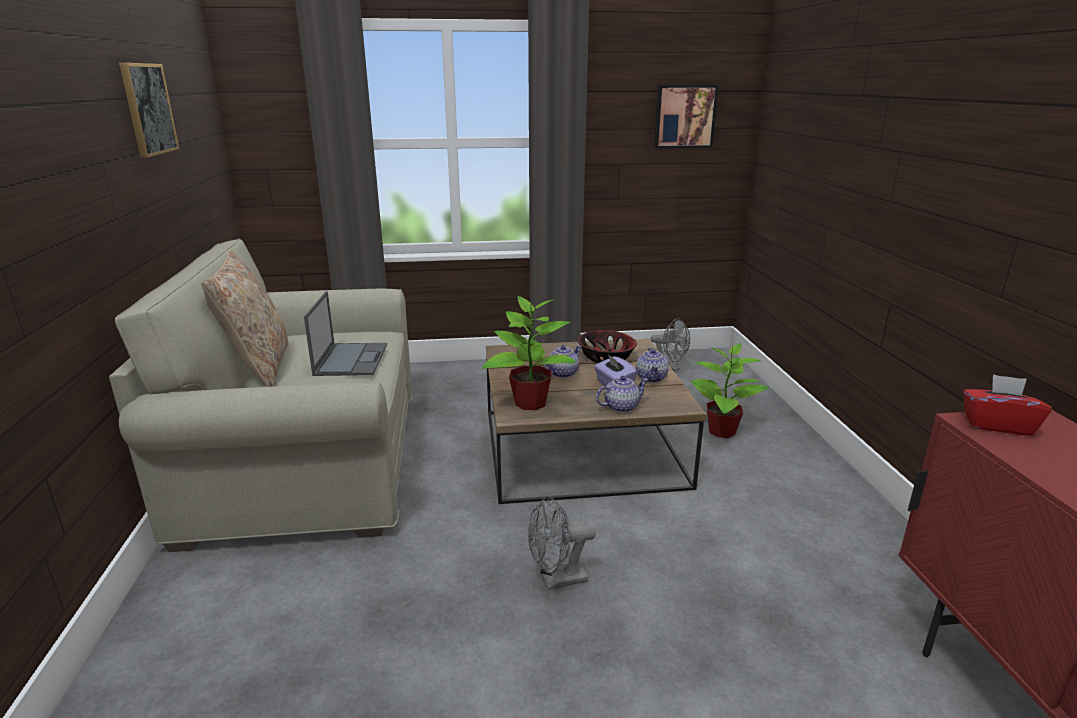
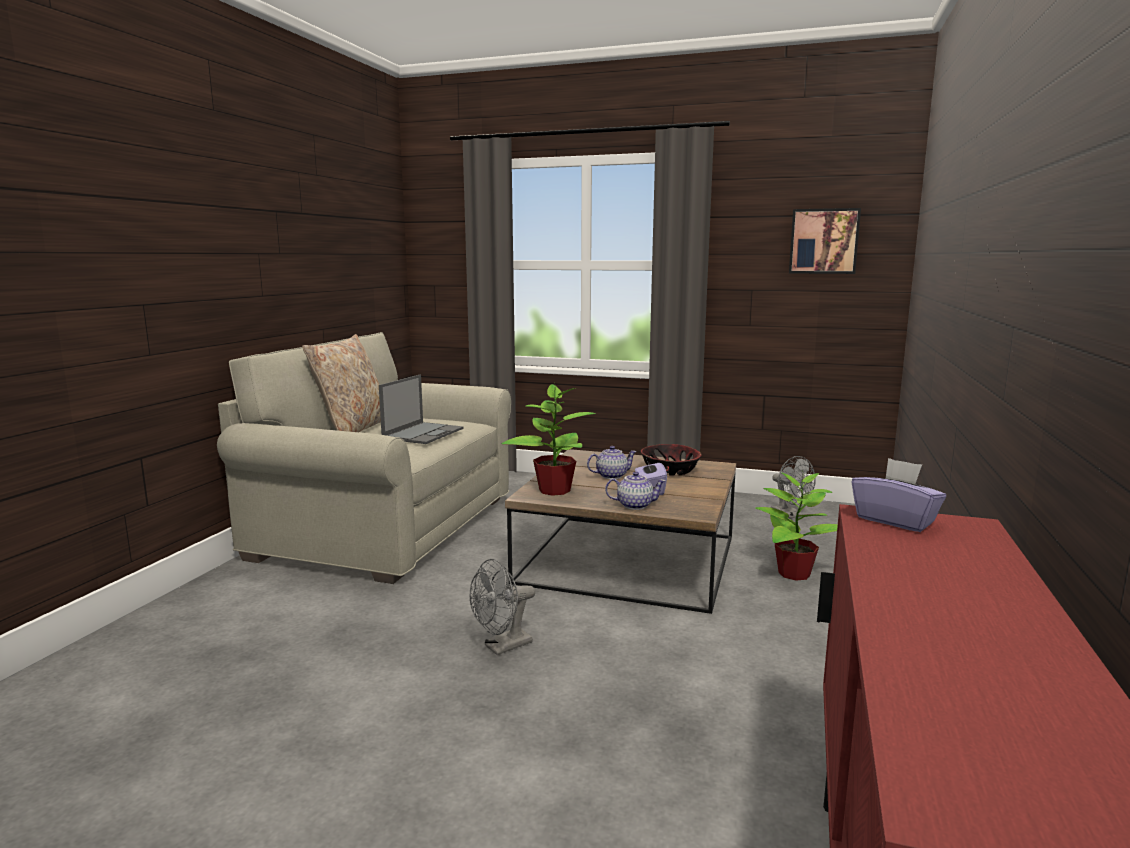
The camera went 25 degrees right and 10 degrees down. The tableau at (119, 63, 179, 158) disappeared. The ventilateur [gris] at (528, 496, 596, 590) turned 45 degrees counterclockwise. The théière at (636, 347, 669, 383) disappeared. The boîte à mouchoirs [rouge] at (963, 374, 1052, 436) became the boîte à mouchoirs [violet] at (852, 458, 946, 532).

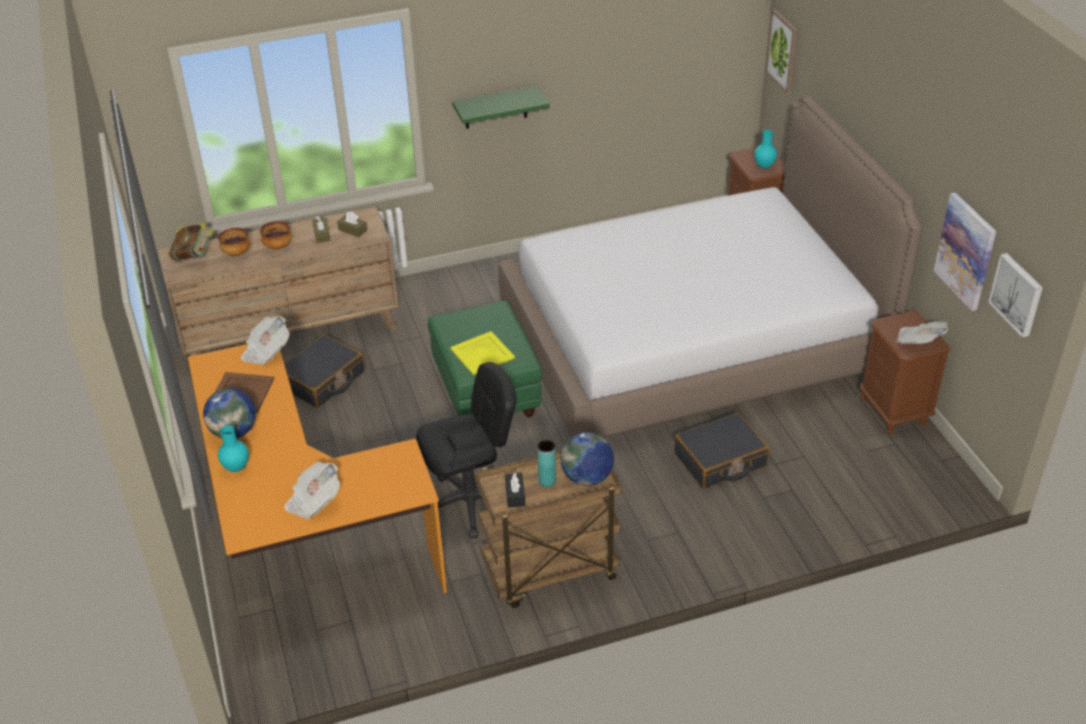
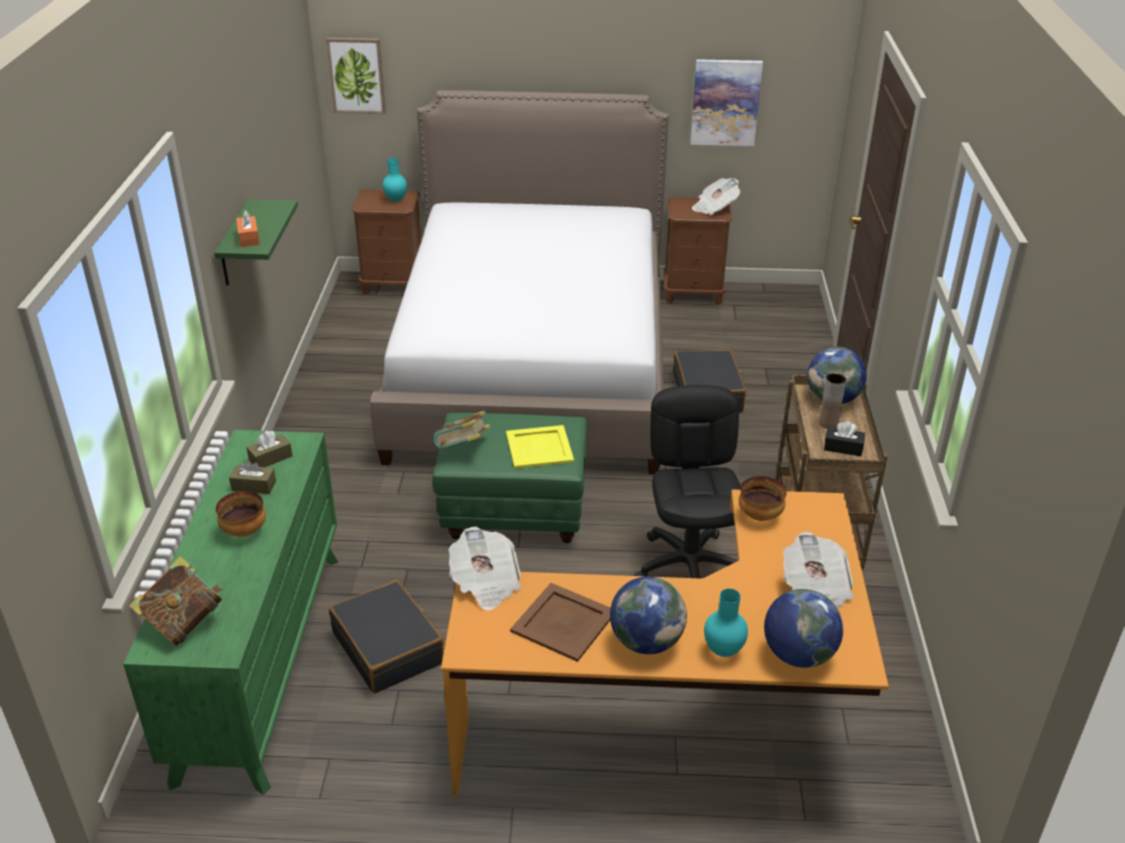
The camera went 70 degrees left and 5 degrees down. The commode [marron] at (159, 207, 399, 356) became the commode [vert] at (123, 430, 339, 795). The bol moved from (218, 228, 250, 256) to (739, 476, 786, 521). The vase [turquoise] at (537, 440, 556, 487) became the vase [marron] at (819, 373, 846, 429). The tableau at (988, 253, 1043, 338) disappeared. The boîte à mouchoirs [orange] at (236, 210, 260, 247) appeared. The livre at (434, 411, 490, 449) appeared. The globe at (764, 589, 843, 668) appeared.

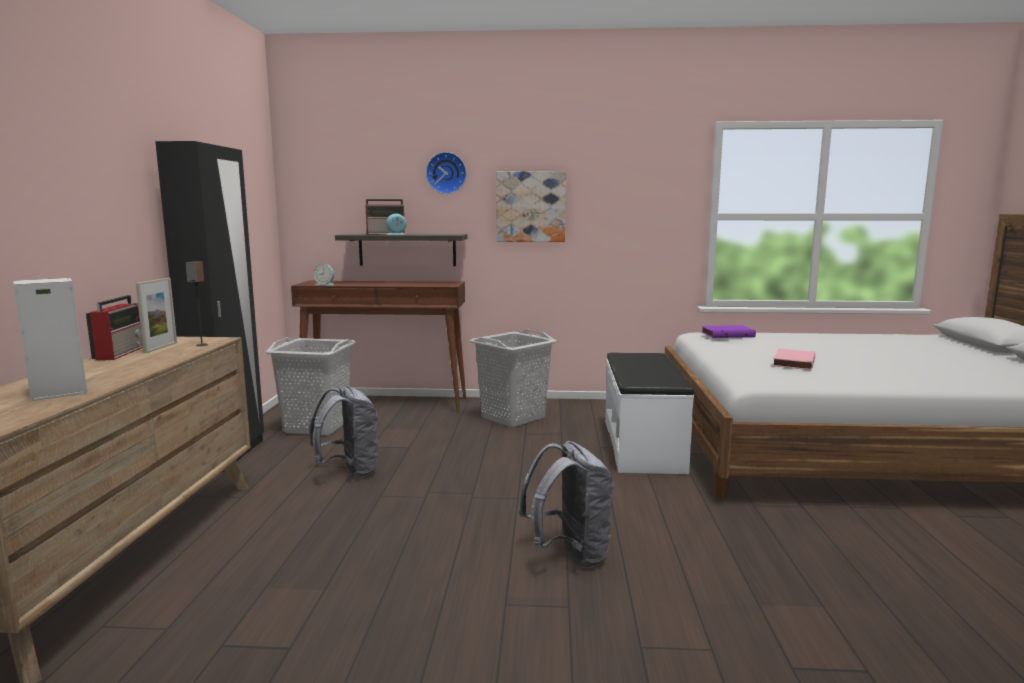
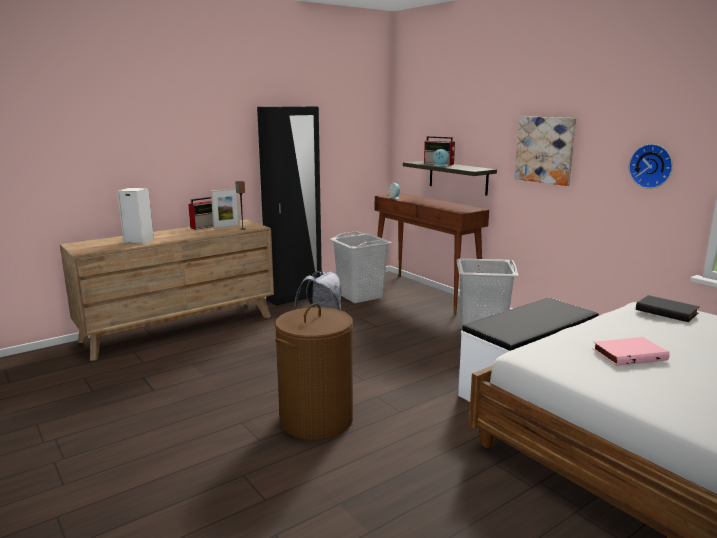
The camera went 50 degrees right and 5 degrees up. The horloge murale moved from (426, 152, 467, 194) to (629, 144, 673, 189). The sac à dos [gris] at (519, 441, 613, 568) was replaced by the panier à linge [marron] at (275, 303, 353, 440). The livre [violet] at (701, 325, 756, 338) became the livre [noir] at (636, 295, 700, 322).

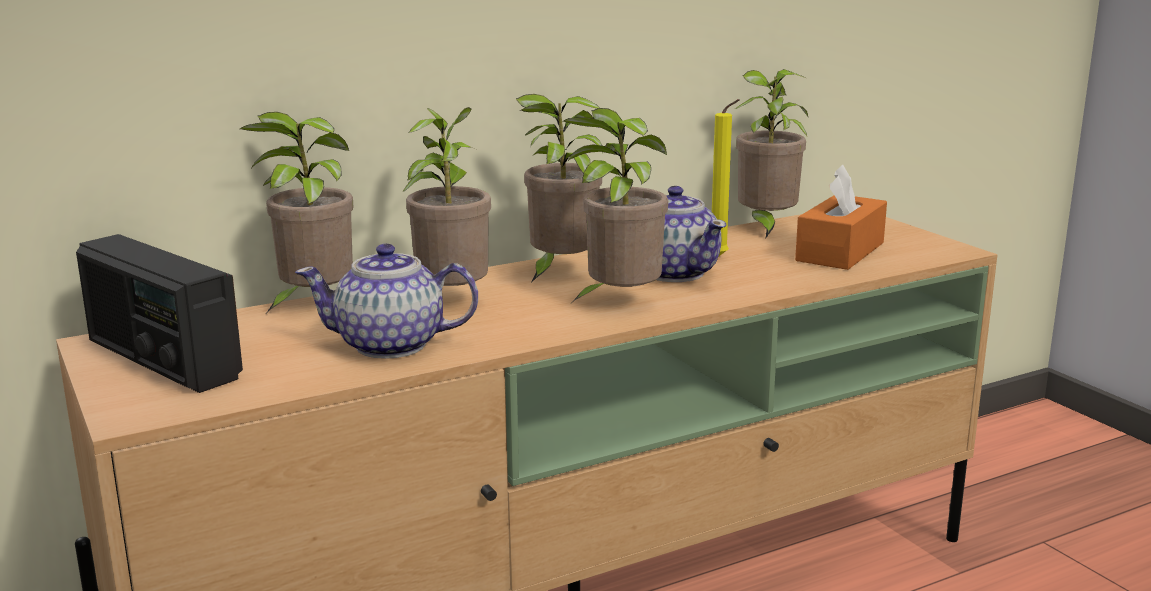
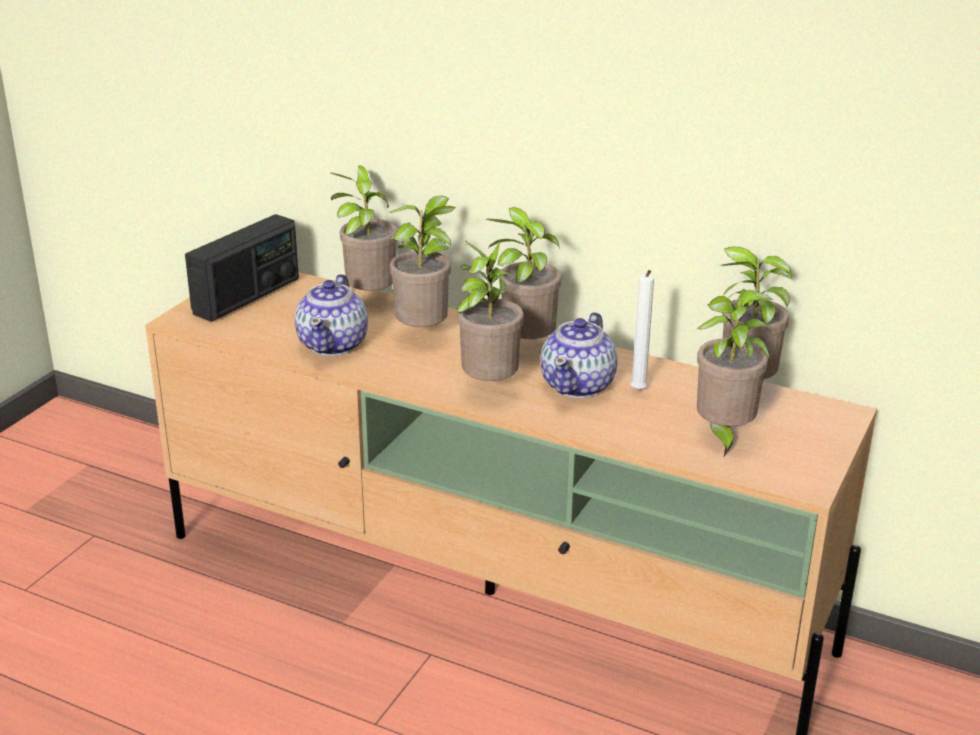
The camera went 55 degrees right and 10 degrees up. The radio at (76, 234, 243, 393) turned 150 degrees counterclockwise. The théière at (295, 244, 478, 359) turned 135 degrees counterclockwise. The bougie [jaune] at (712, 99, 740, 256) became the bougie [blanc] at (630, 270, 654, 391). The boîte à mouchoirs [orange] at (795, 165, 887, 270) was replaced by the plante en pot at (697, 290, 773, 456).

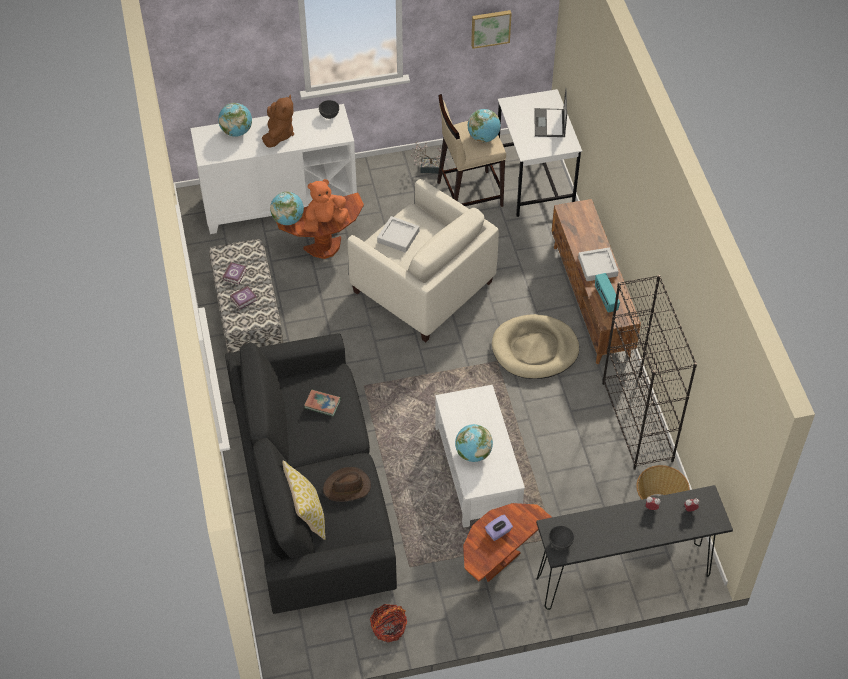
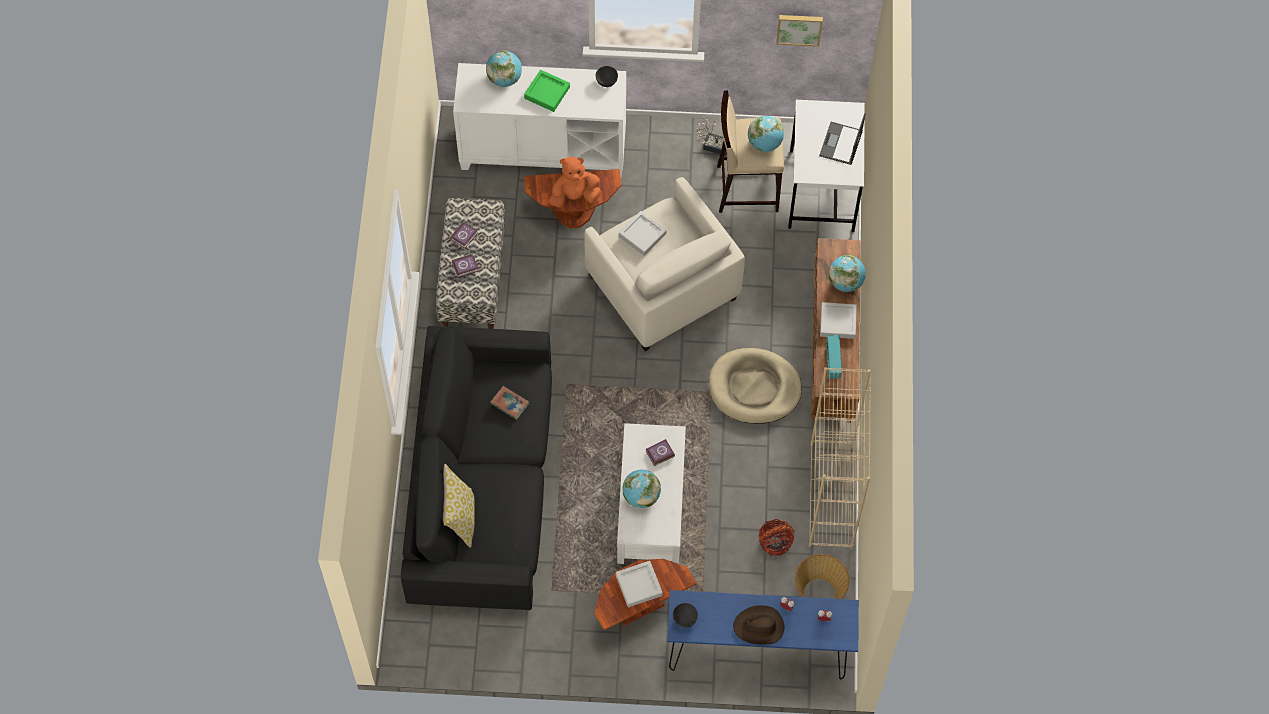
The camera went 15 degrees right and 10 degrees up. The peluche [marron] at (262, 95, 294, 148) was replaced by the plateau [vert] at (524, 70, 570, 112). The globe moved from (270, 192, 304, 225) to (829, 255, 866, 292). The chapeau [marron] moved from (323, 467, 371, 502) to (733, 605, 785, 645). The panier moved from (370, 604, 407, 643) to (759, 519, 795, 556). The boîte à mouchoirs [violet] at (485, 515, 513, 541) was replaced by the plateau [gris] at (616, 561, 663, 607). The table console [noir] at (536, 485, 733, 610) became the table console [bleu] at (667, 590, 859, 680). The bibliothèque [noir] at (602, 275, 697, 470) became the bibliothèque [beige] at (809, 367, 871, 550). The livre at (646, 439, 675, 466) appeared.

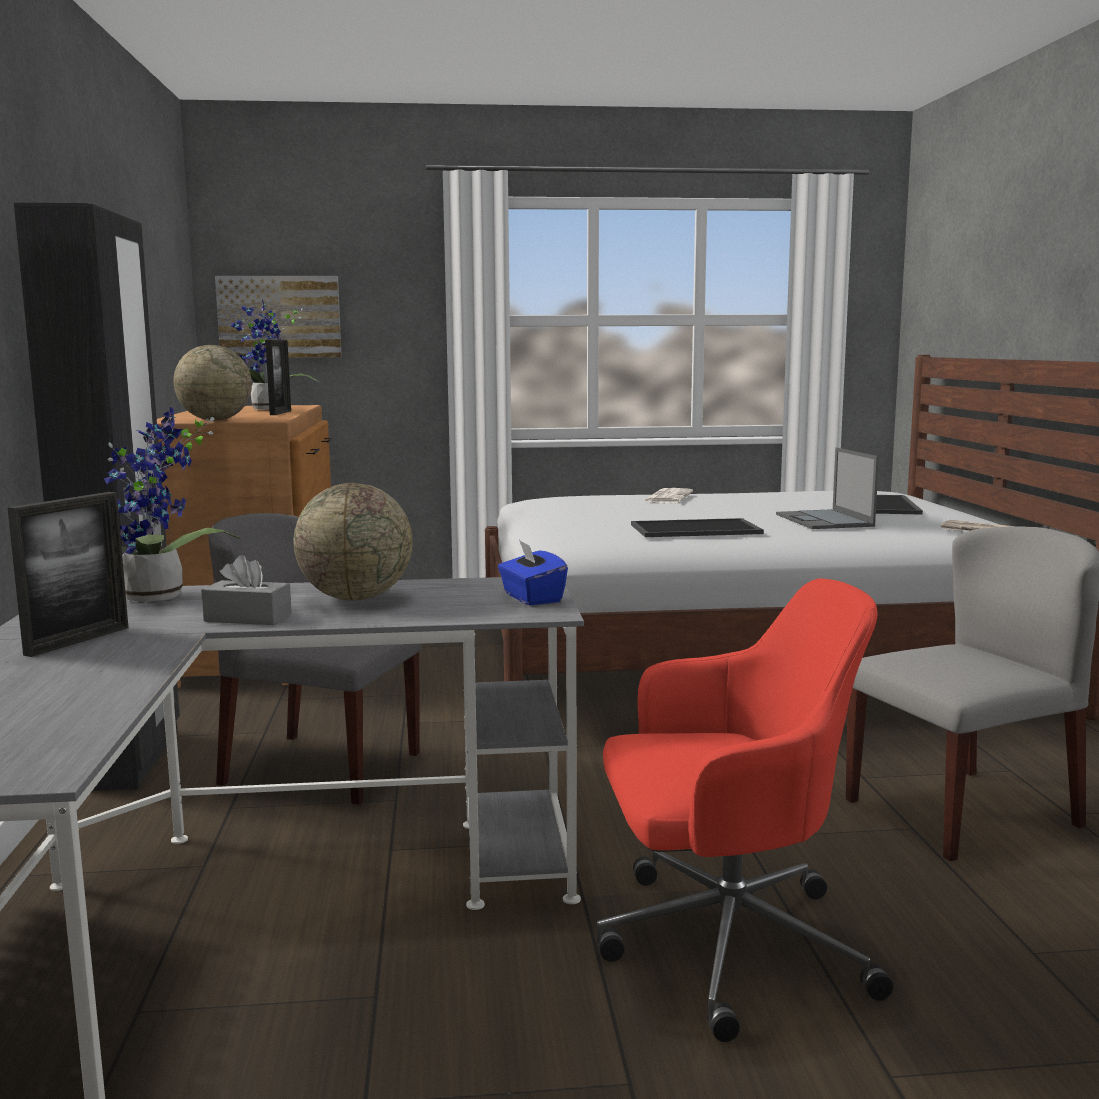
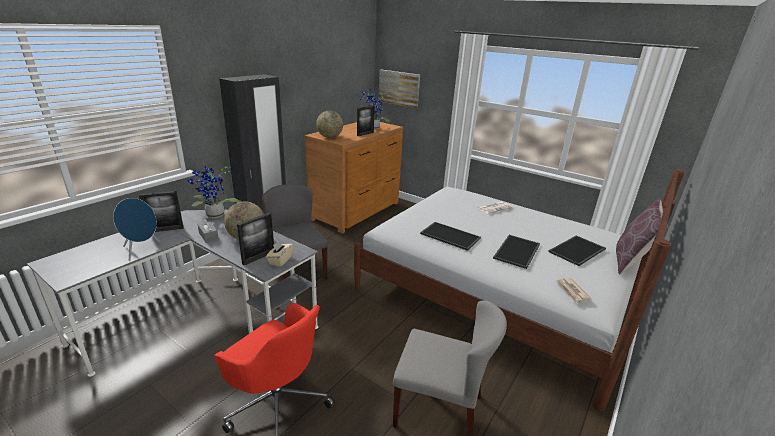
The camera went 40 degrees right and 15 degrees up. The boîte à mouchoirs [bleu] at (498, 540, 568, 605) became the boîte à mouchoirs [beige] at (266, 240, 293, 267). The ordinateur portable at (776, 448, 879, 529) was replaced by the plateau at (493, 235, 540, 269). The enceinte [bleu] at (113, 198, 160, 261) appeared. The cadre photo at (237, 213, 274, 265) appeared. The coussin [marron] at (616, 199, 668, 274) appeared.

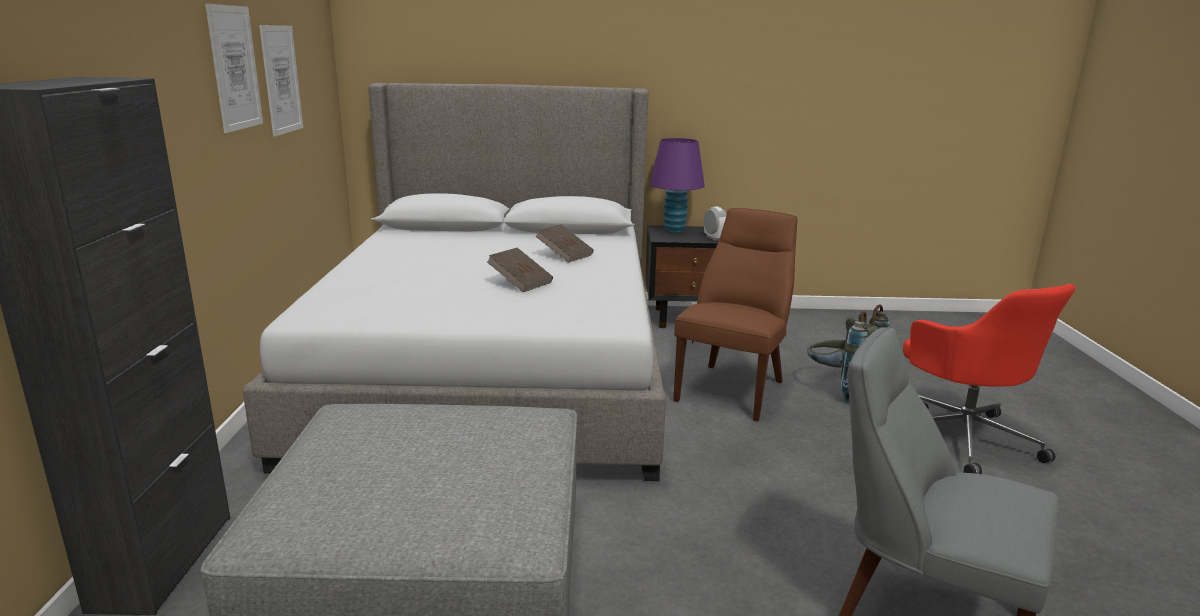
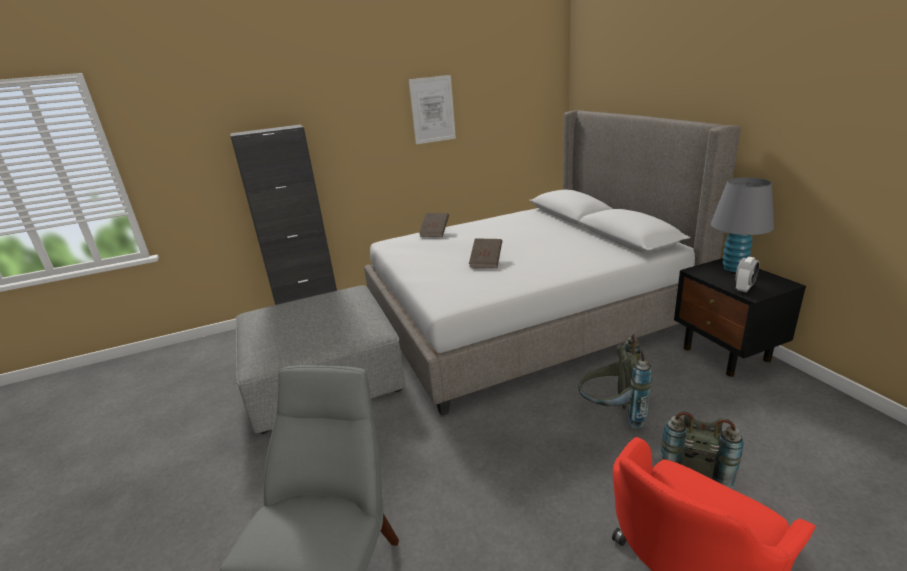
The camera went 70 degrees right and 5 degrees up. The tableau at (259, 25, 303, 136) disappeared. The livre [marron] moved from (535, 224, 594, 263) to (419, 213, 449, 237). The lampe de table [violet] at (649, 138, 705, 233) became the lampe de table [gris] at (711, 177, 774, 272). The chaise [marron] at (673, 208, 797, 422) was replaced by the sac à dos [gris] at (578, 334, 652, 429).

